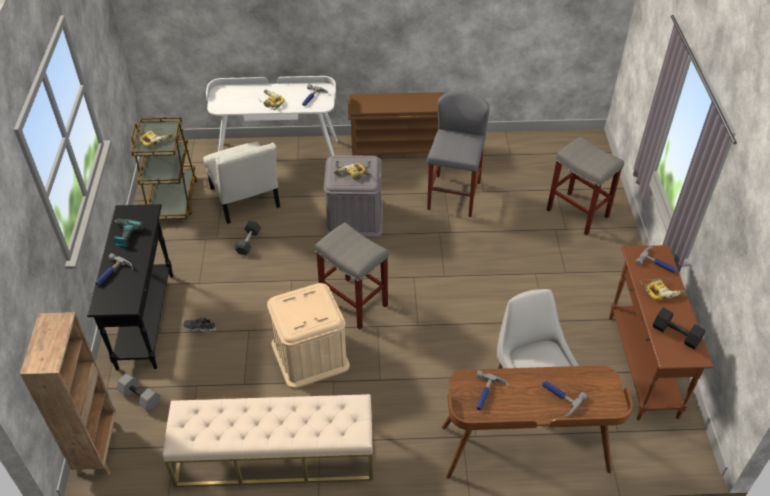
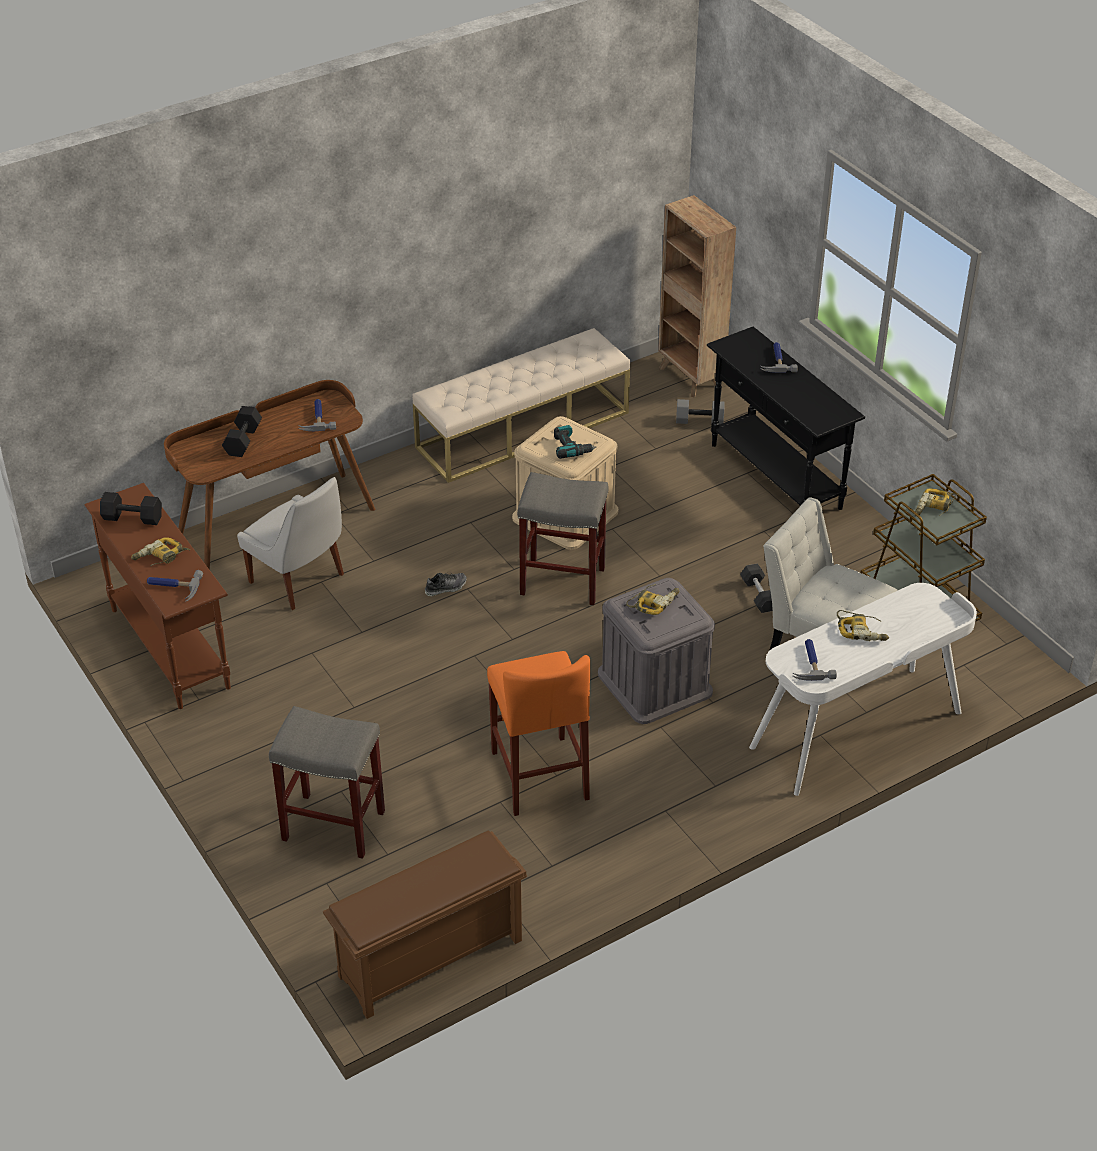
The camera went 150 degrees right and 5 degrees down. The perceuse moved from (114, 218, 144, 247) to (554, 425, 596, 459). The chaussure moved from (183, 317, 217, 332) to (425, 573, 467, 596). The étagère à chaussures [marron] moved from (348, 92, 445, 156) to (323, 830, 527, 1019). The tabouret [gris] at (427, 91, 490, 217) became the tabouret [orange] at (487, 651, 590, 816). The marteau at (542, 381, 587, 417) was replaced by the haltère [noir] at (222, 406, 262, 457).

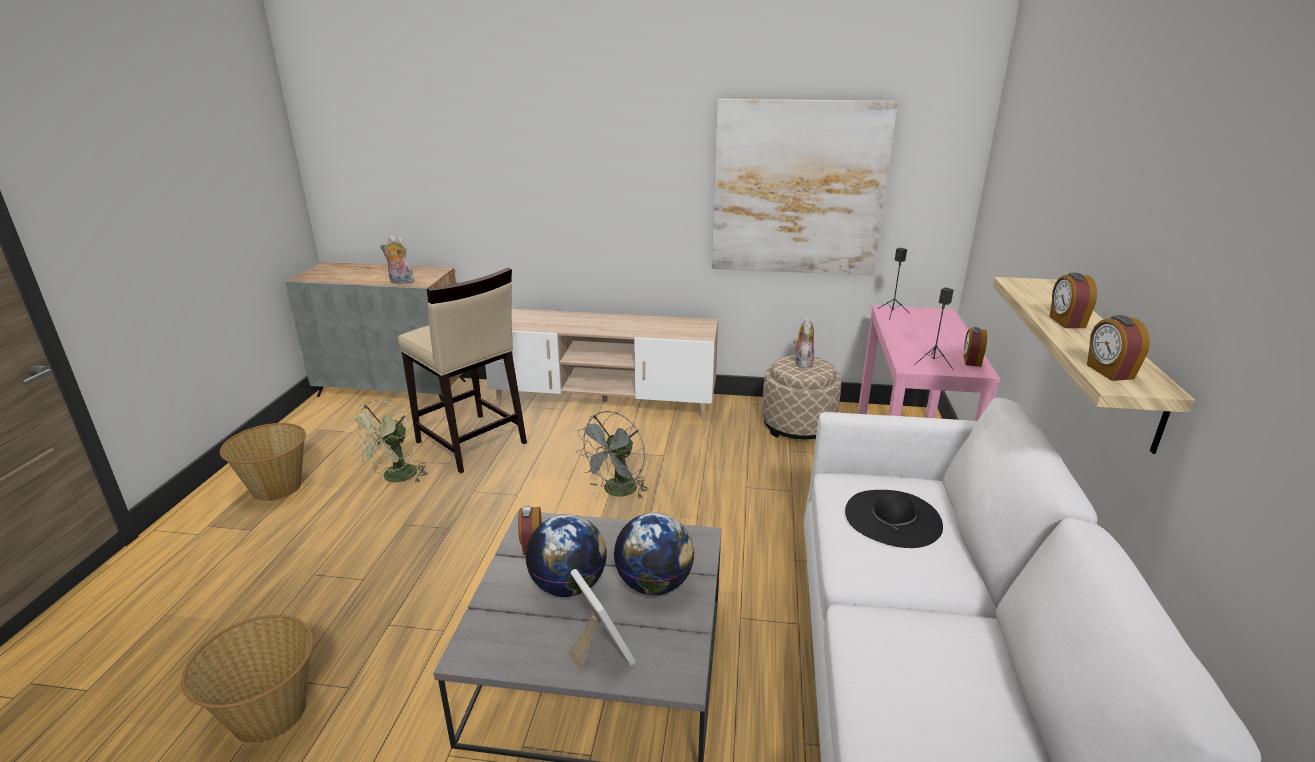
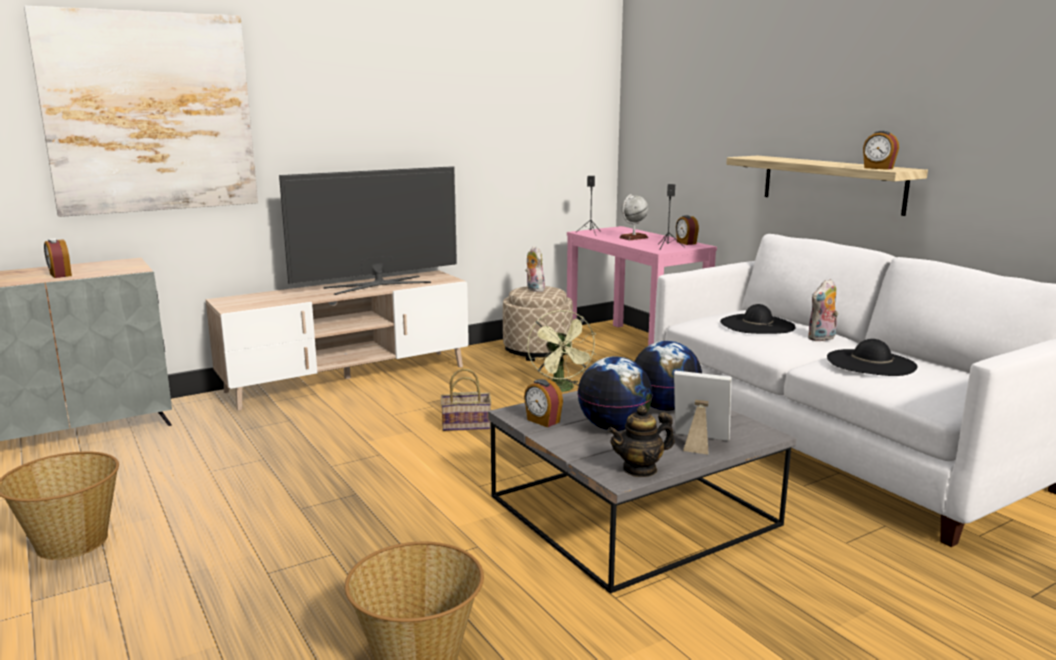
The camera went 40 degrees left and 10 degrees down. The ventilateur [vert] moved from (349, 400, 427, 482) to (527, 310, 596, 392). The peluche moved from (380, 236, 416, 284) to (808, 279, 838, 341). The tabouret [beige] at (398, 267, 527, 473) disappeared. The ventilateur [gris] at (576, 411, 648, 498) was replaced by the panier at (441, 368, 492, 431). The tableau moved from (712, 99, 898, 275) to (24, 6, 258, 217). The réveil moved from (1049, 273, 1097, 328) to (44, 238, 72, 278). The téléviseur at (279, 166, 457, 295) appeared. The théière at (607, 405, 675, 477) appeared. The globe at (619, 194, 648, 240) appeared. The chapeau [noir] at (827, 339, 918, 376) appeared.

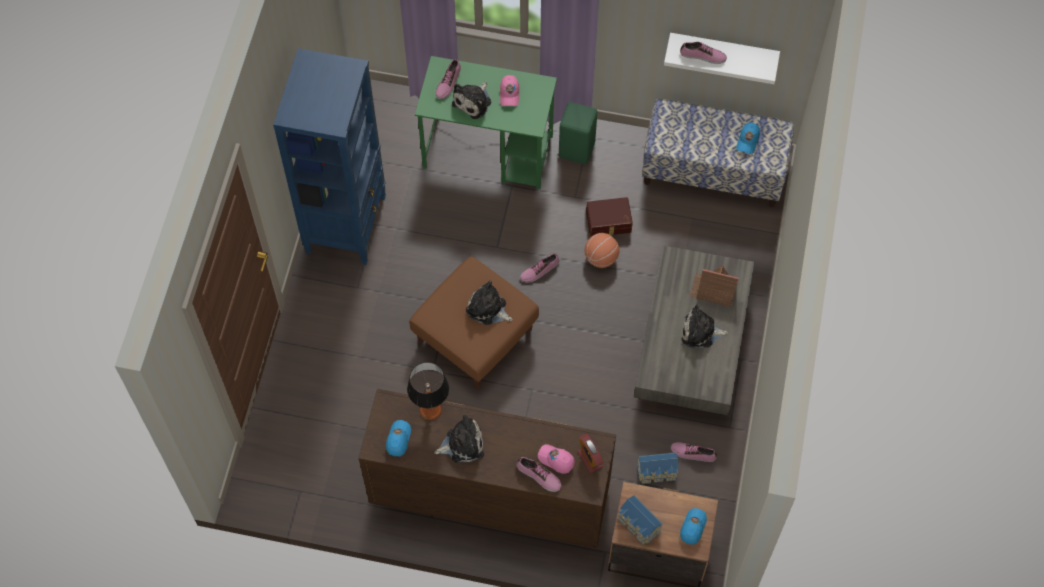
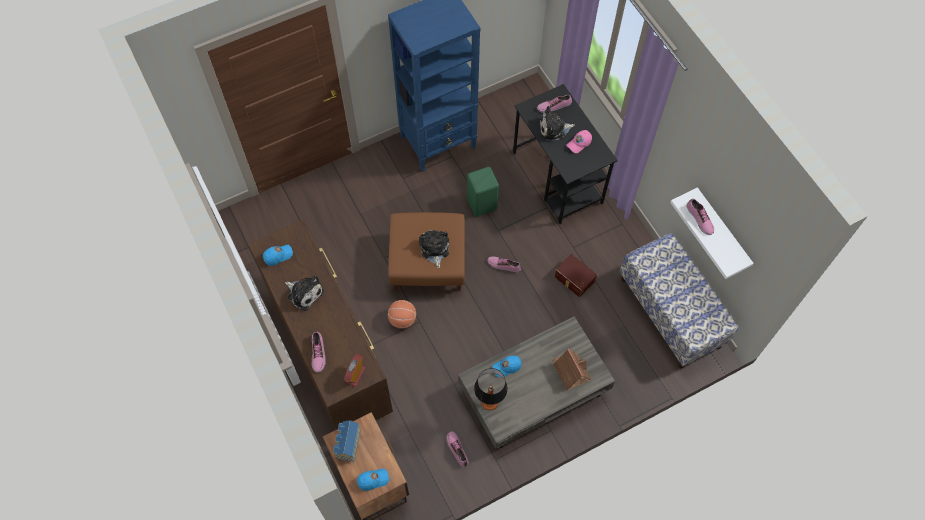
The camera went 50 degrees right and 0 degrees up. The lampe de table moved from (407, 362, 449, 420) to (474, 368, 508, 410). The bureau [vert] at (415, 56, 557, 189) became the bureau [noir] at (513, 84, 618, 224). The casquette [rose] at (538, 444, 575, 474) disappeared. The tabouret [vert] moved from (559, 102, 597, 164) to (467, 167, 499, 217). The ballon de basket moved from (584, 233, 620, 268) to (388, 300, 416, 329). The maison miniature at (637, 452, 679, 484) disappeared. The peluche at (682, 304, 728, 348) disappeared. The casquette [bleu] moved from (736, 123, 760, 154) to (492, 355, 521, 377).

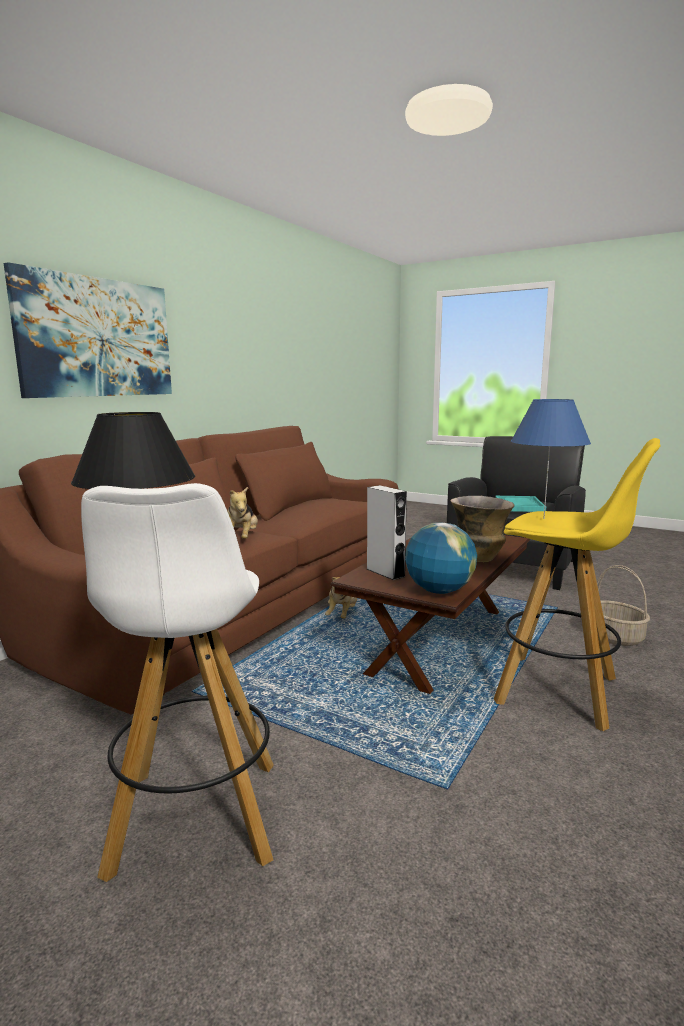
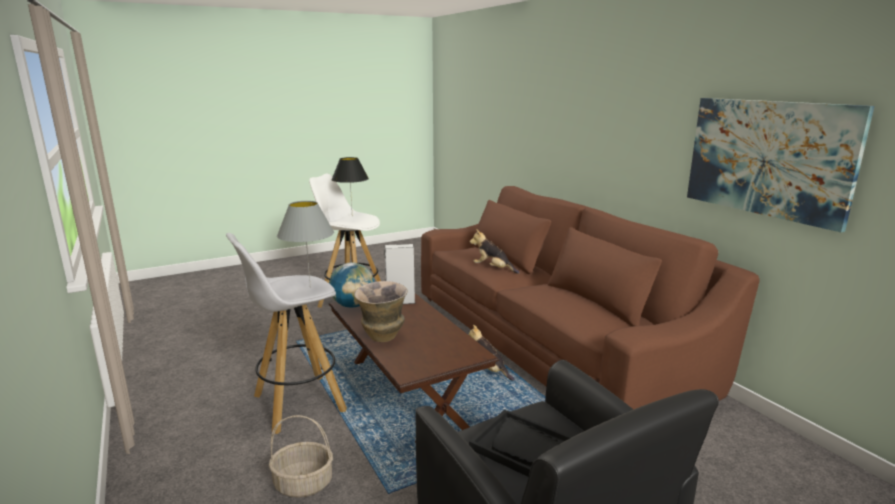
The camera went 120 degrees right and 5 degrees up. The tableau moved from (4, 262, 172, 398) to (687, 98, 874, 232). The tabouret [jaune] at (494, 438, 660, 731) became the tabouret [blanc] at (226, 233, 347, 434). The plateau [turquoise] at (495, 496, 546, 512) became the plateau [noir] at (469, 410, 572, 477). The lampe de table [bleu] at (511, 399, 591, 519) became the lampe de table [gris] at (277, 201, 334, 288).

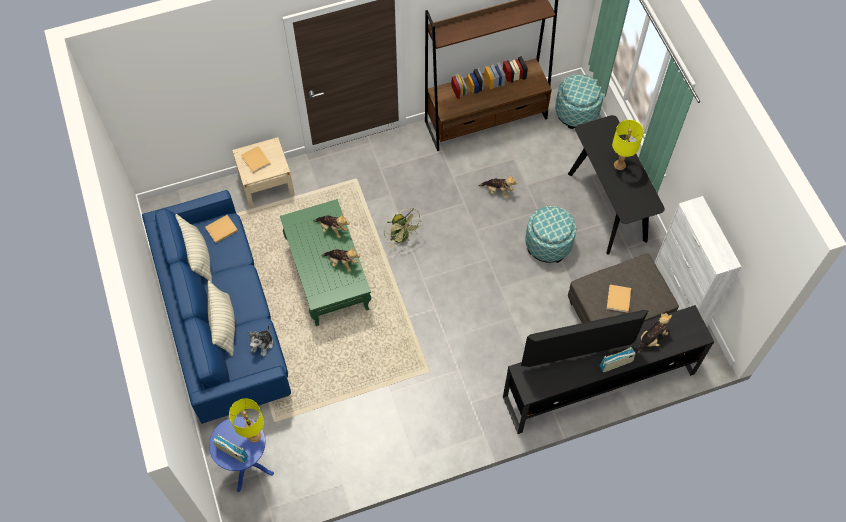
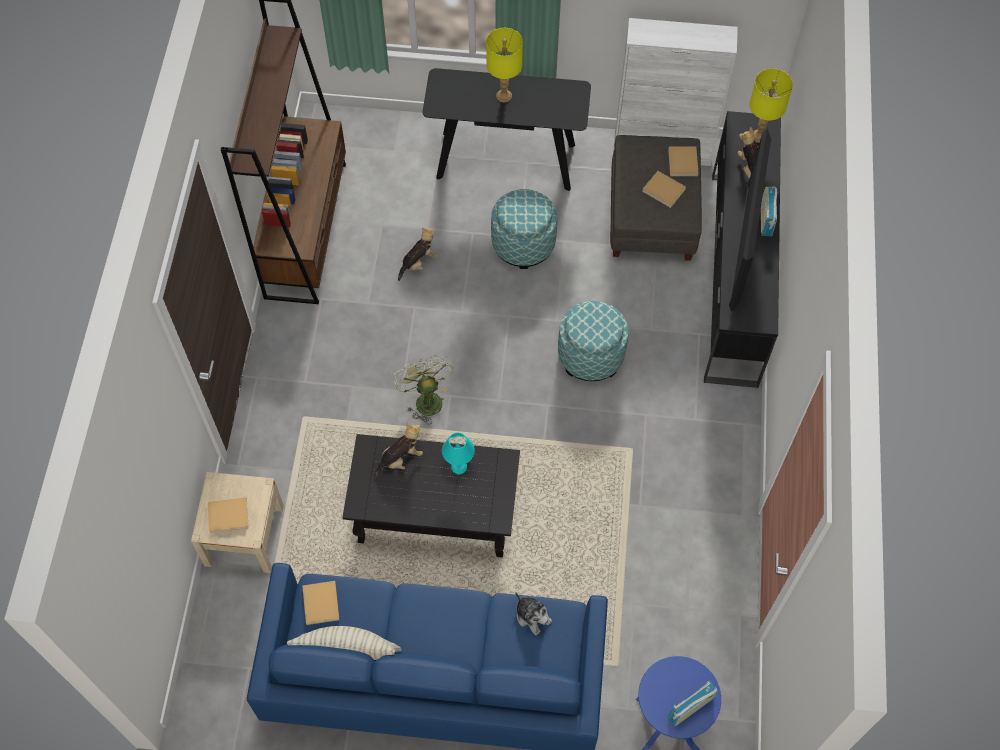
The camera went 65 degrees left and 0 degrees up. The coussin at (208, 280, 235, 357) disappeared. The lampe de table [jaune] moved from (229, 398, 264, 443) to (749, 68, 793, 143). The table basse [vert] at (280, 199, 371, 326) became the table basse [noir] at (342, 434, 520, 558). The peluche at (321, 247, 360, 271) was replaced by the lampe de table [turquoise] at (442, 433, 475, 474). The ventilateur [vert] at (384, 208, 423, 248) turned 105 degrees counterclockwise. The pouf moved from (555, 74, 604, 129) to (558, 301, 629, 381). The livre [beige] at (668, 146, 699, 176) appeared.

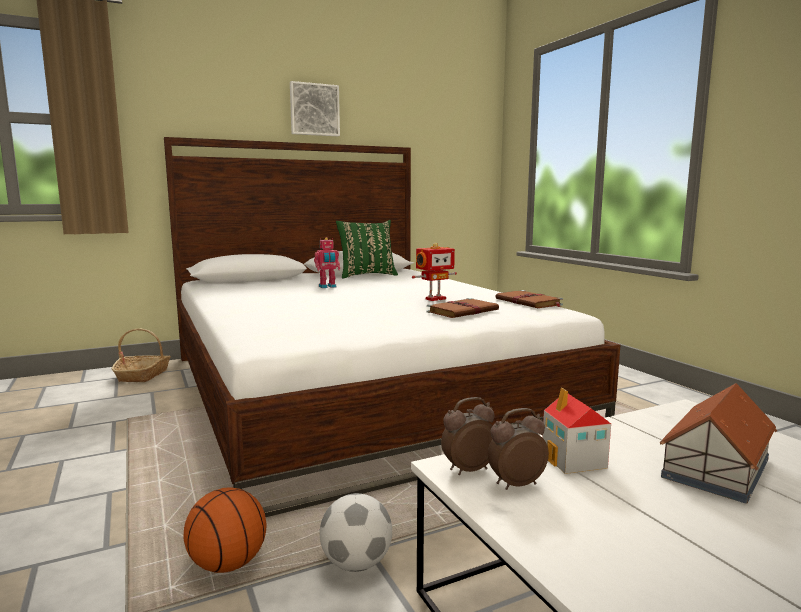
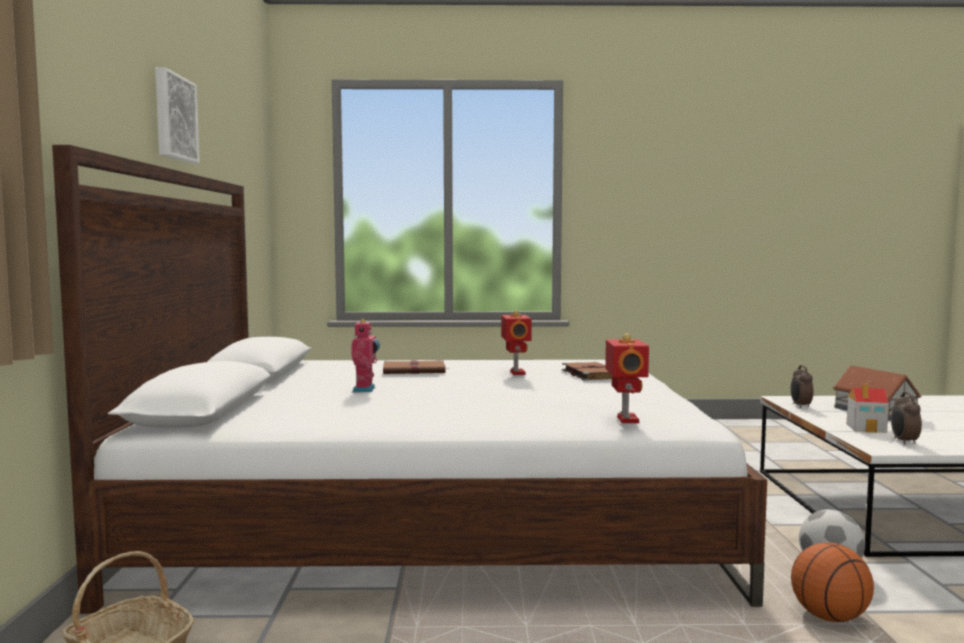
The camera went 65 degrees left and 5 degrees down. The coussin [vert] at (336, 220, 398, 278) disappeared. The réveil moved from (441, 397, 494, 475) to (791, 365, 813, 408). The livre [marron] moved from (495, 290, 563, 308) to (383, 360, 448, 374). The robot jouet at (605, 333, 649, 423) appeared.

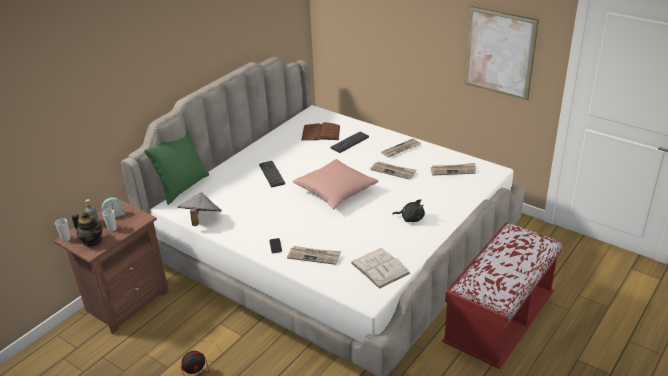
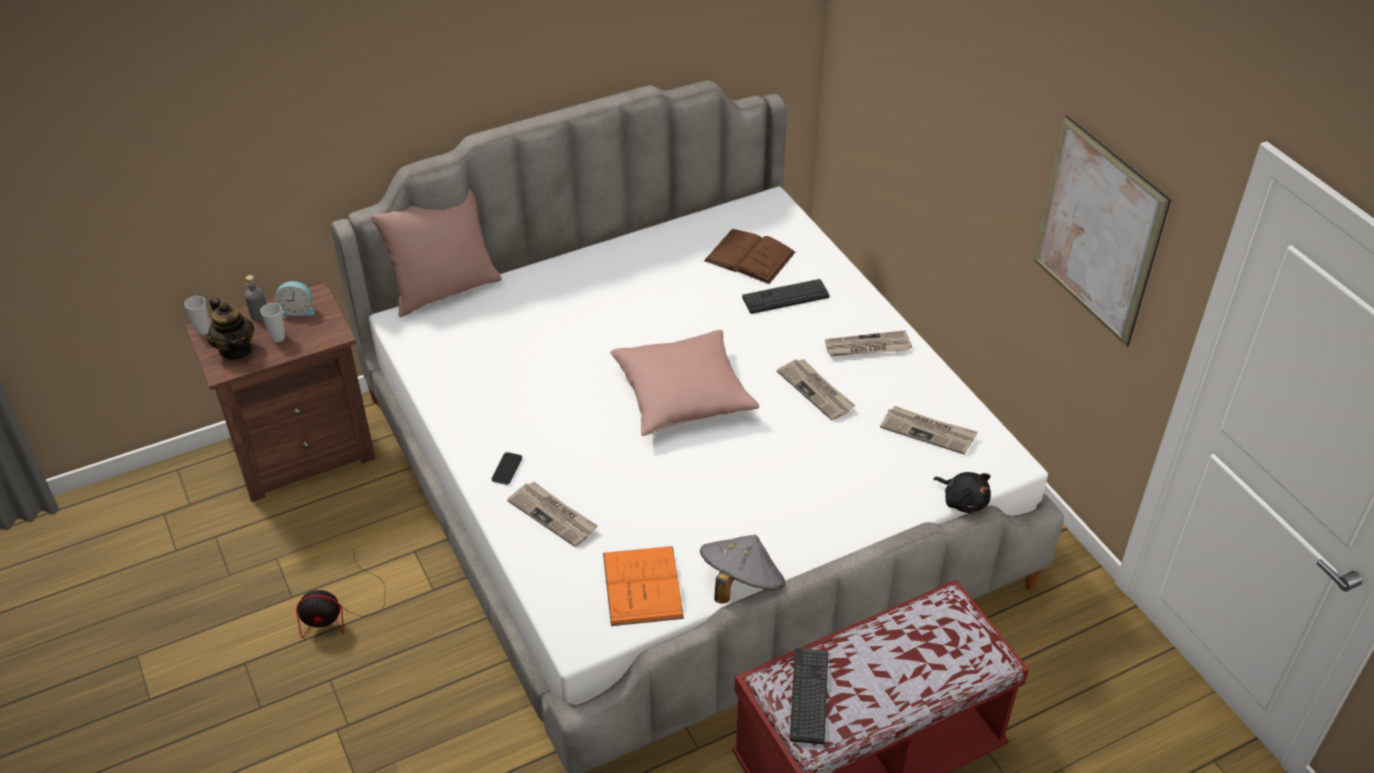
The camera went 25 degrees right and 10 degrees up. The coussin [vert] at (144, 128, 209, 205) became the coussin [rose] at (371, 189, 502, 317). The chapeau [gris] moved from (178, 192, 222, 226) to (700, 535, 785, 603). The clavier moved from (259, 161, 285, 187) to (790, 648, 828, 744). The livre [blanc] at (351, 248, 410, 289) became the livre [orange] at (603, 546, 684, 626). The peluche [noir] moved from (393, 199, 425, 222) to (933, 472, 991, 513).

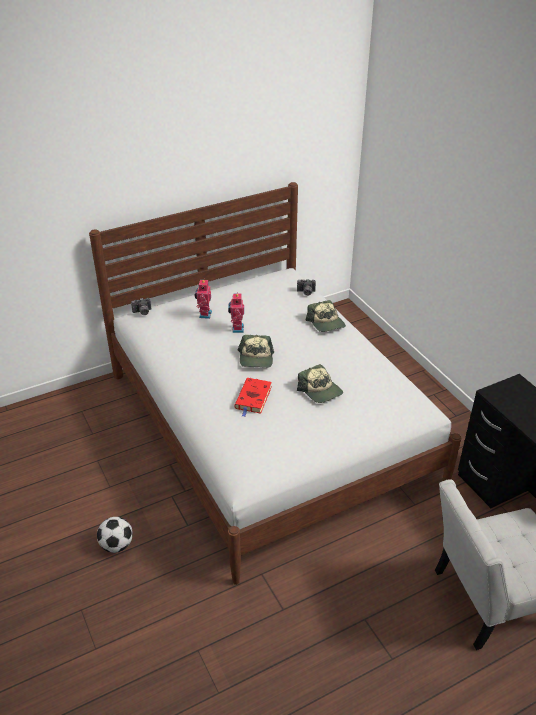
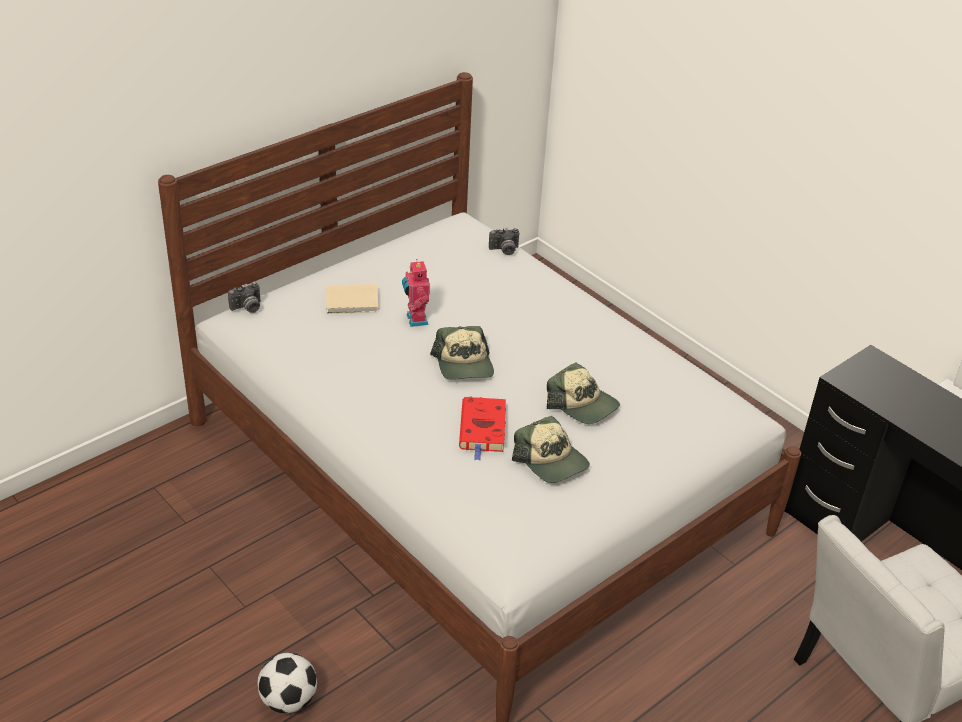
The camera went 15 degrees left and 0 degrees up. The robot jouet at (195, 278, 212, 319) was replaced by the livre [beige] at (326, 284, 379, 314). The casquette moved from (305, 300, 346, 332) to (512, 416, 590, 483).

